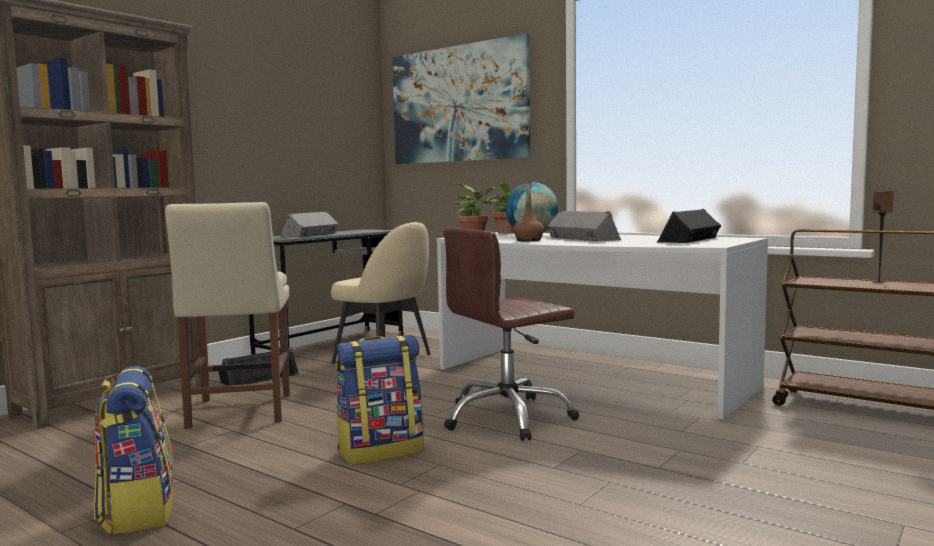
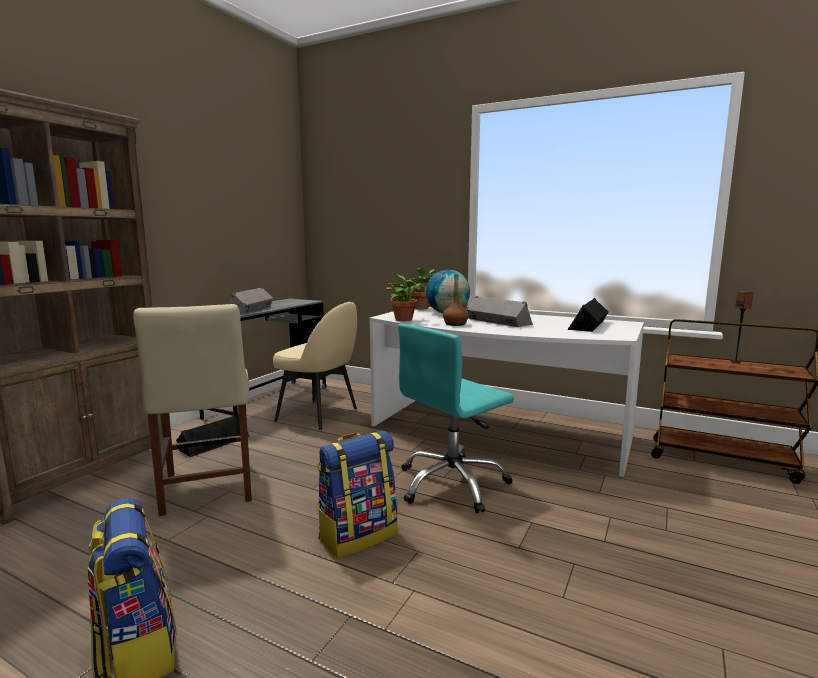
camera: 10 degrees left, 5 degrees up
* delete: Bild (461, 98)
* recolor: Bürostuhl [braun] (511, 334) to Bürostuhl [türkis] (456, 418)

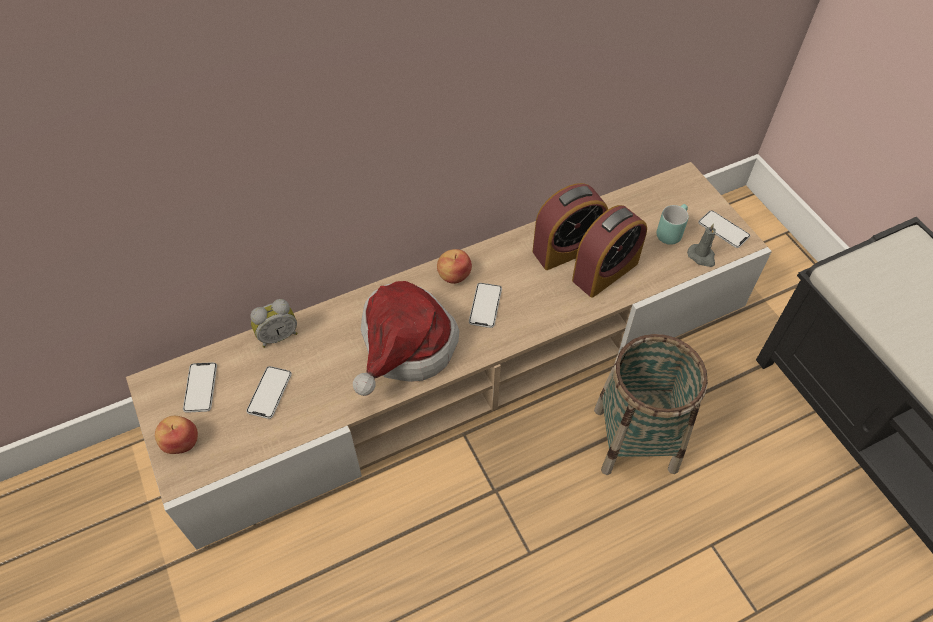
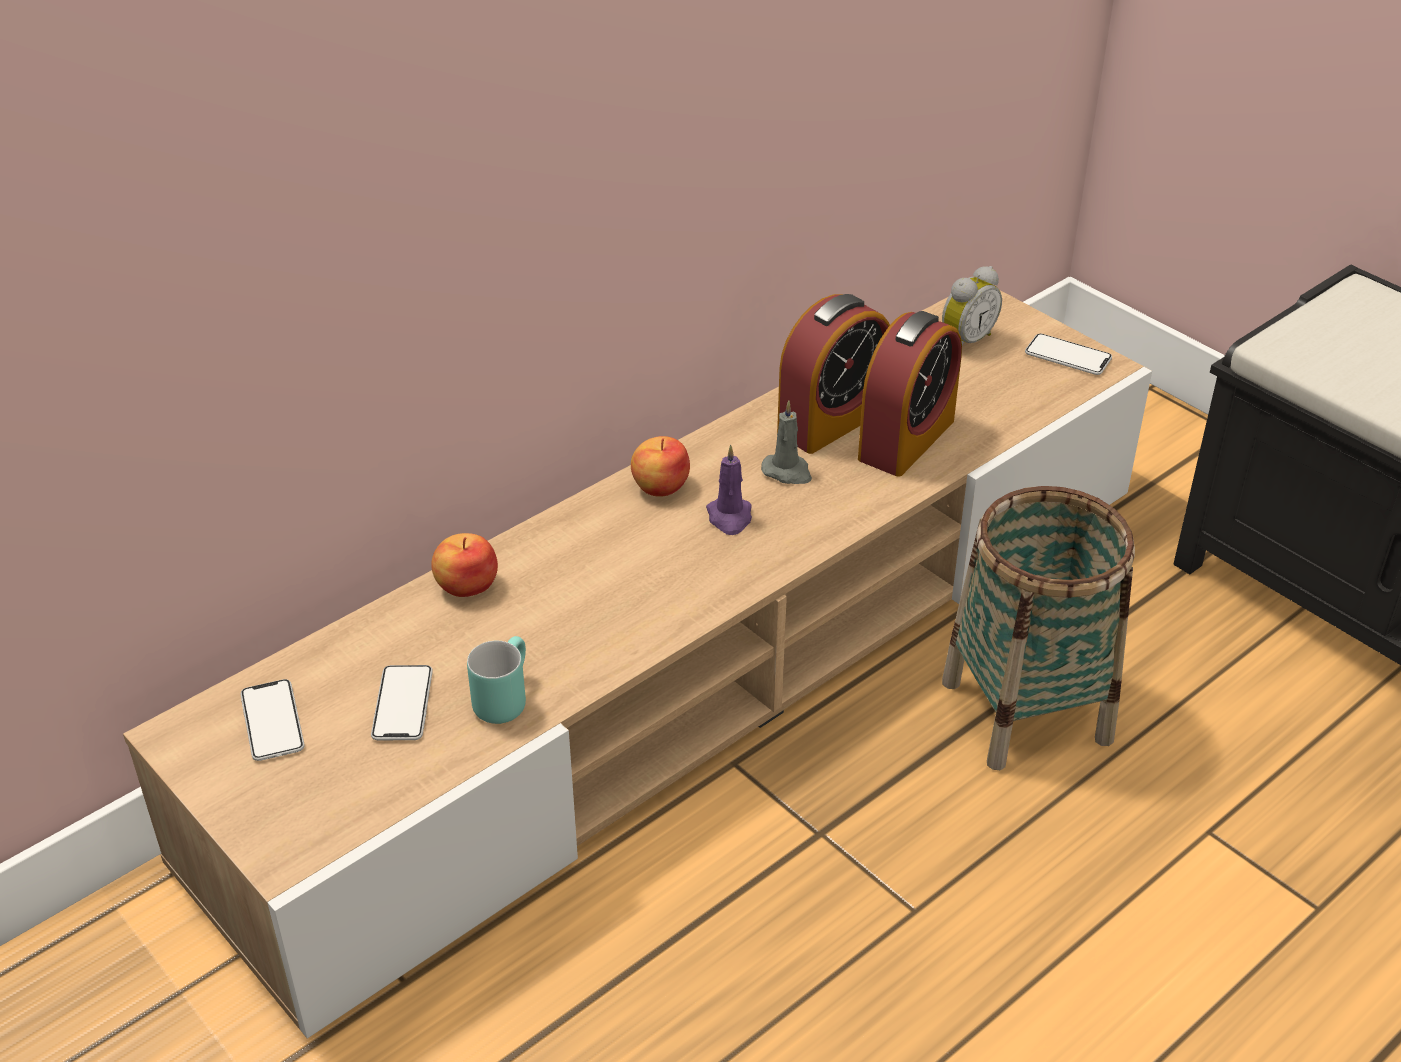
camera: 15 degrees left, 15 degrees down
* delete: Hut (406, 338)
* move: Apfel (176, 435) to (464, 565)
* move: Wecker (273, 323) to (972, 306)
* move: Henkelbecher [türkis] (672, 224) to (496, 680)
* move: Kerze [grau] (701, 245) to (786, 442)
* replace: Handy (485, 305) to Kerze [lila] (729, 490)

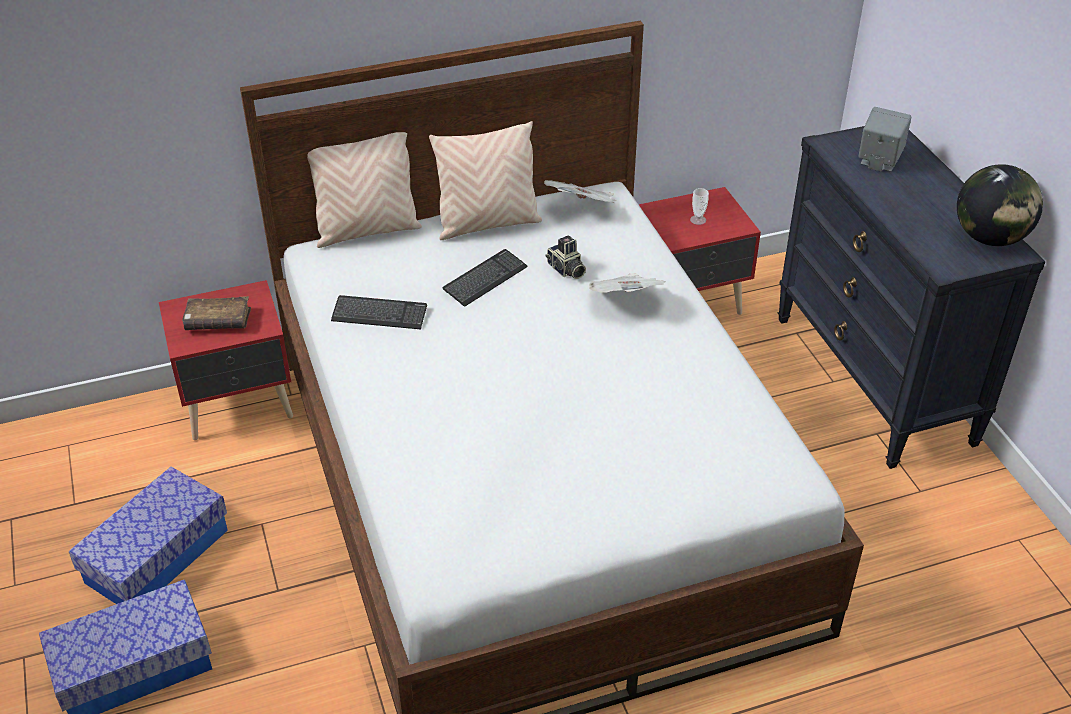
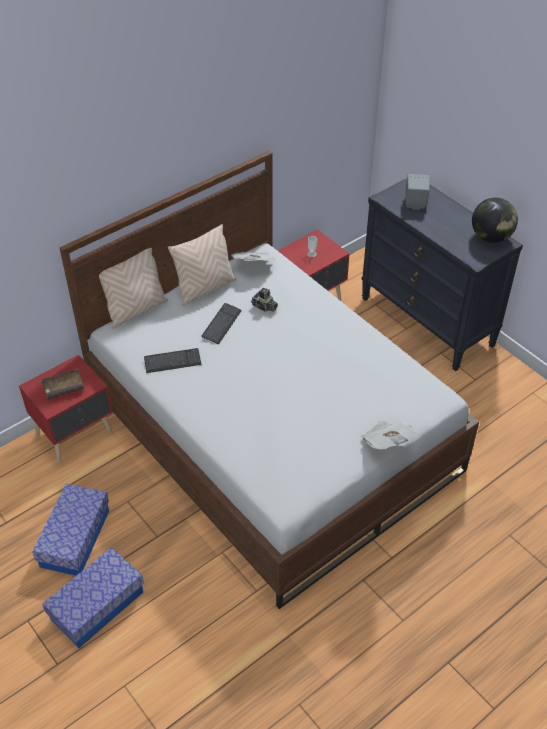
camera: 20 degrees left, 5 degrees up
* move: Zeitung (627, 283) to (389, 435)

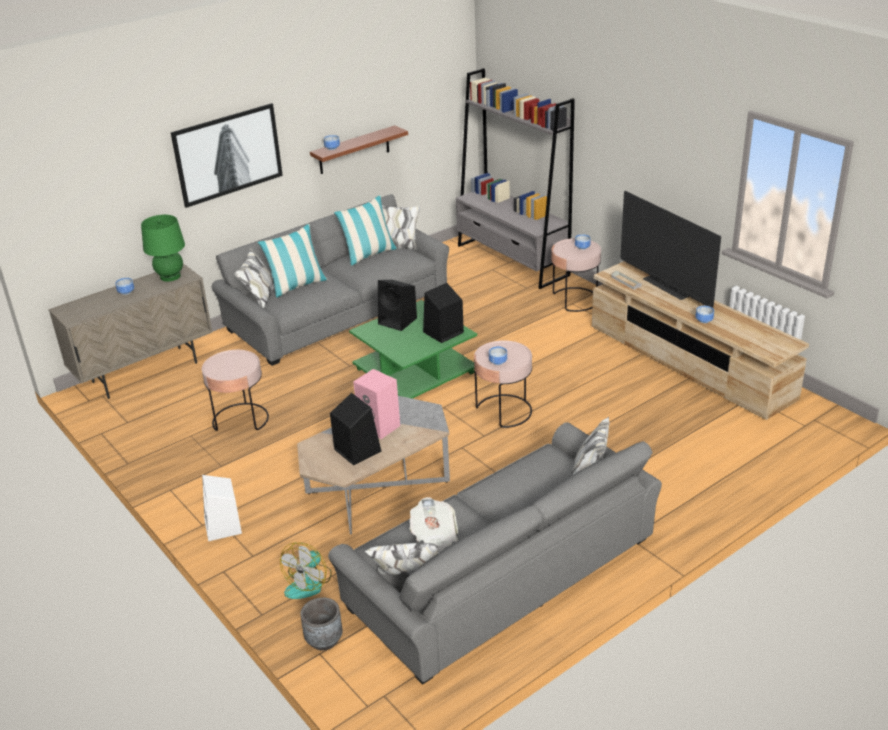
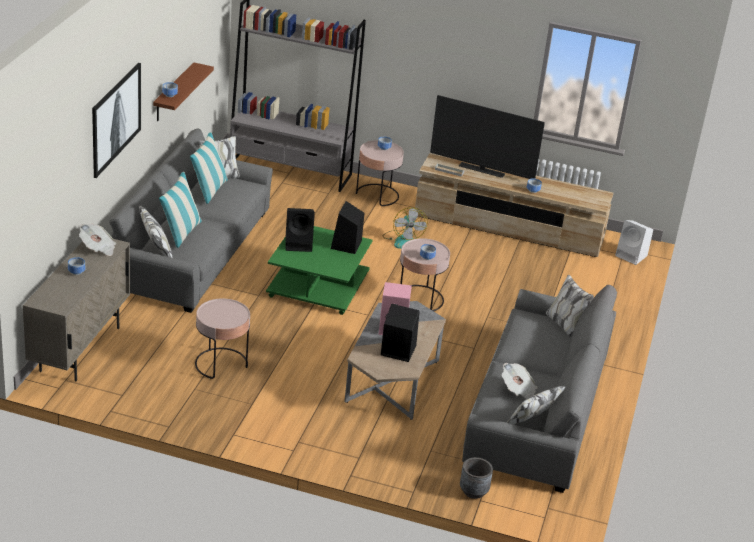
camera: 40 degrees left, 0 degrees up
* move: Lautsprecher [weiß] (222, 508) to (634, 242)
* move: Ventilator (306, 571) to (405, 228)
* replace: Tischlampe [grün] (163, 248) to Zeitung (97, 240)

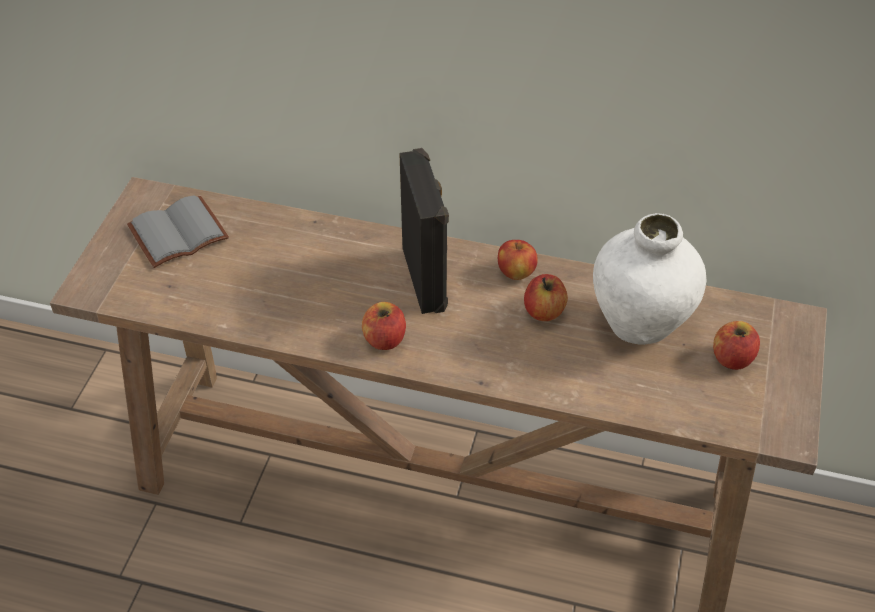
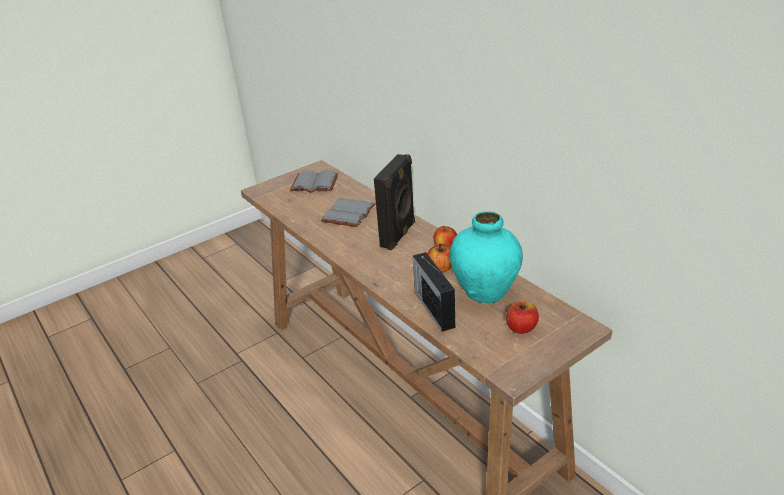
camera: 40 degrees right, 15 degrees down
* delete: Apfel (384, 326)
* insert: Buch [grau] (348, 212)
* insert: Radio (434, 292)
* recolor: Vase [weiß] (649, 279) to Vase [türkis] (486, 257)

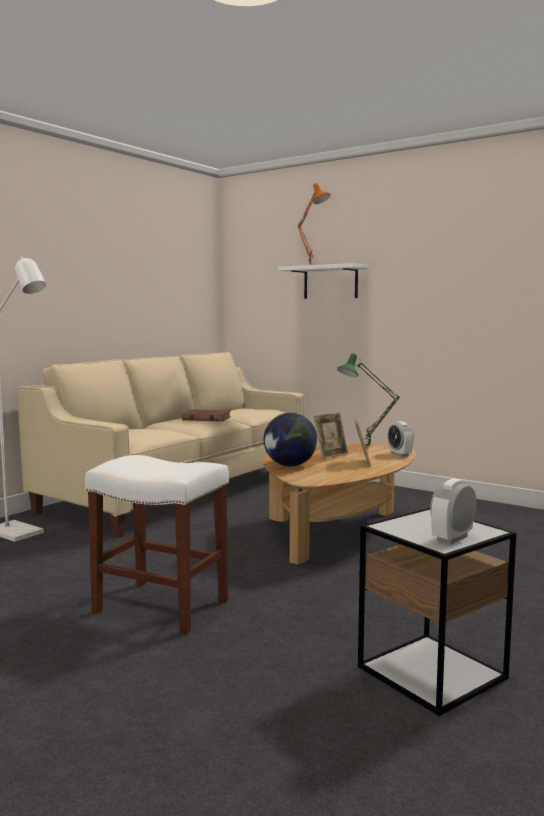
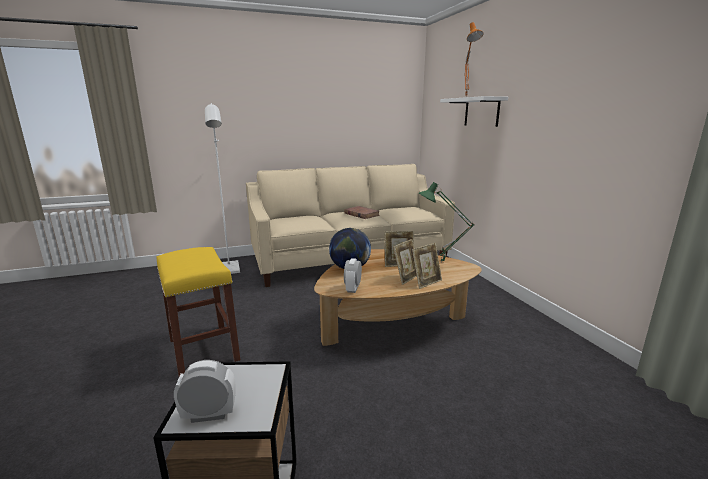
camera: 35 degrees right, 10 degrees up
* insert: Bilderrahmen (427, 266)
* move: Wecker (401, 439) to (353, 275)
* recolor: Hocker [weiß] (157, 545) to Hocker [gelb] (198, 311)

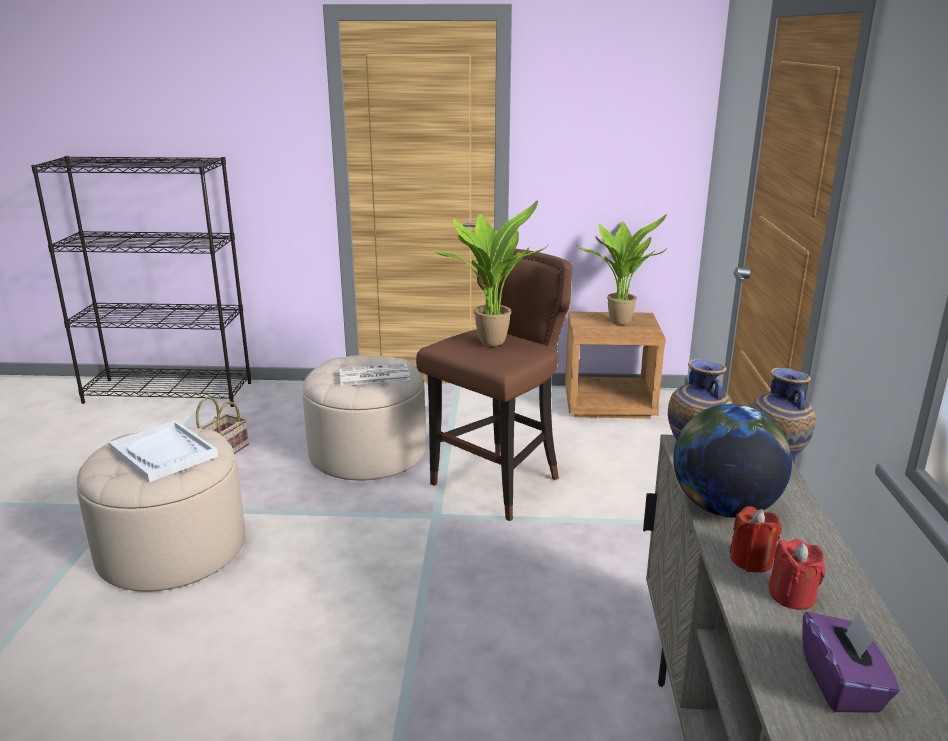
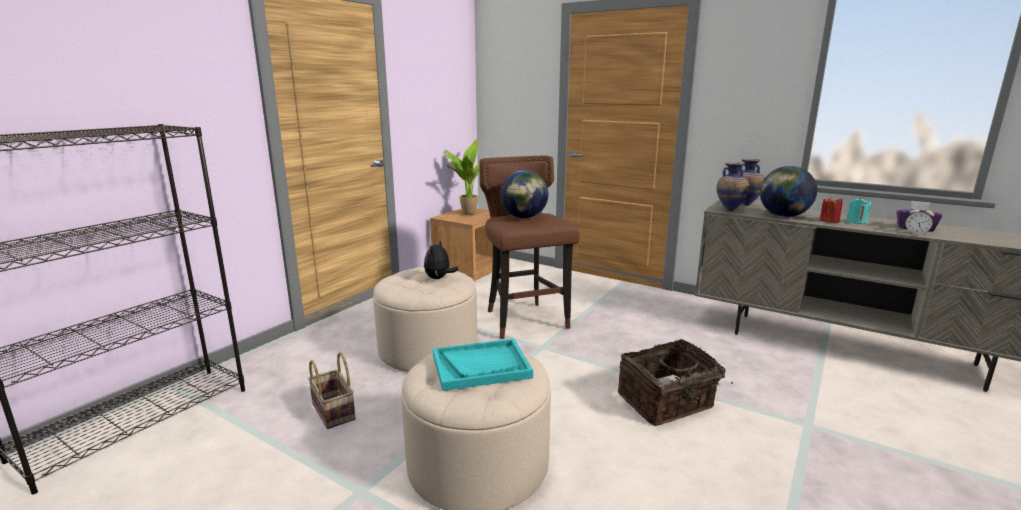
camera: 60 degrees left, 5 degrees down
* insert: Korb (675, 382)
* insert: Wecker (919, 220)
* replace: Zeitung (374, 374) to Plüschtier (441, 260)
* replace: Topfpflanze (490, 273) to Globus (524, 194)
* recolor: Tablett [weiß] (163, 451) to Tablett [türkis] (483, 365)
* recolor: Kerze [rot] (796, 574) to Kerze [türkis] (858, 210)

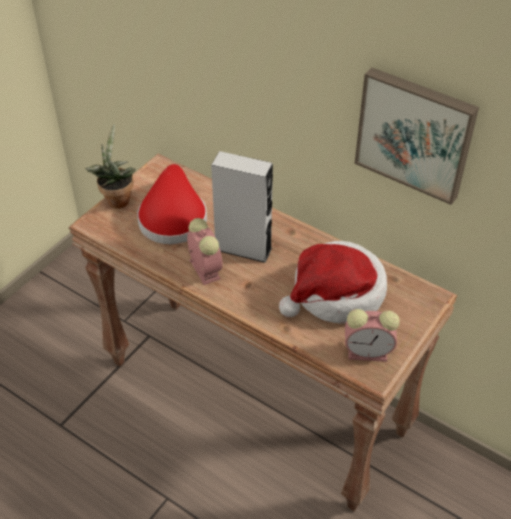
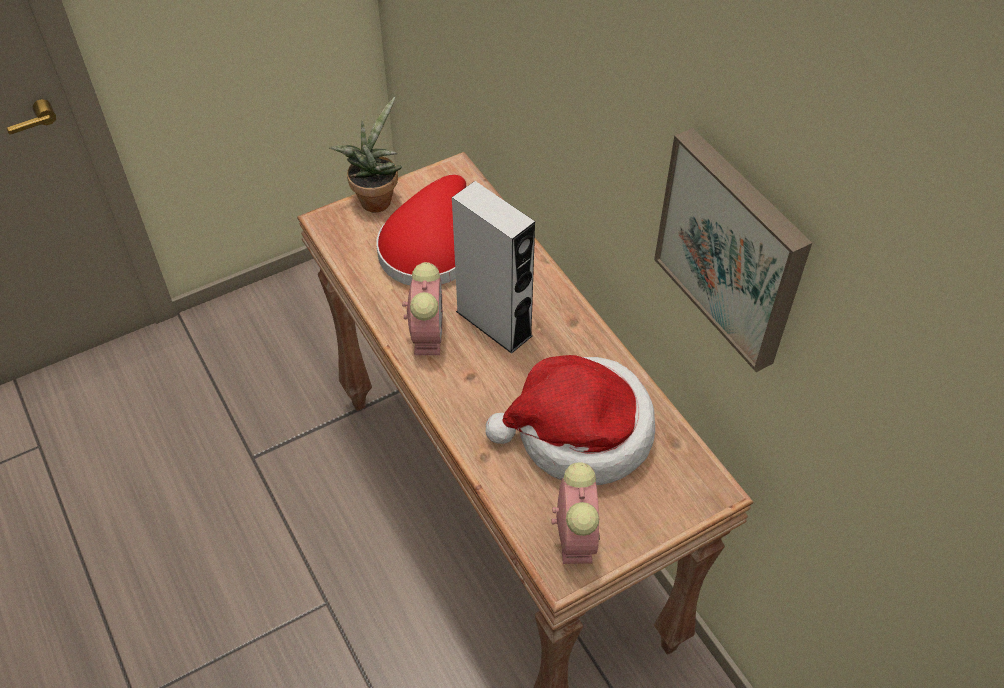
camera: 25 degrees right, 5 degrees up
* rotate: Wecker (372, 335) = (576, 513) 120 degrees counterclockwise

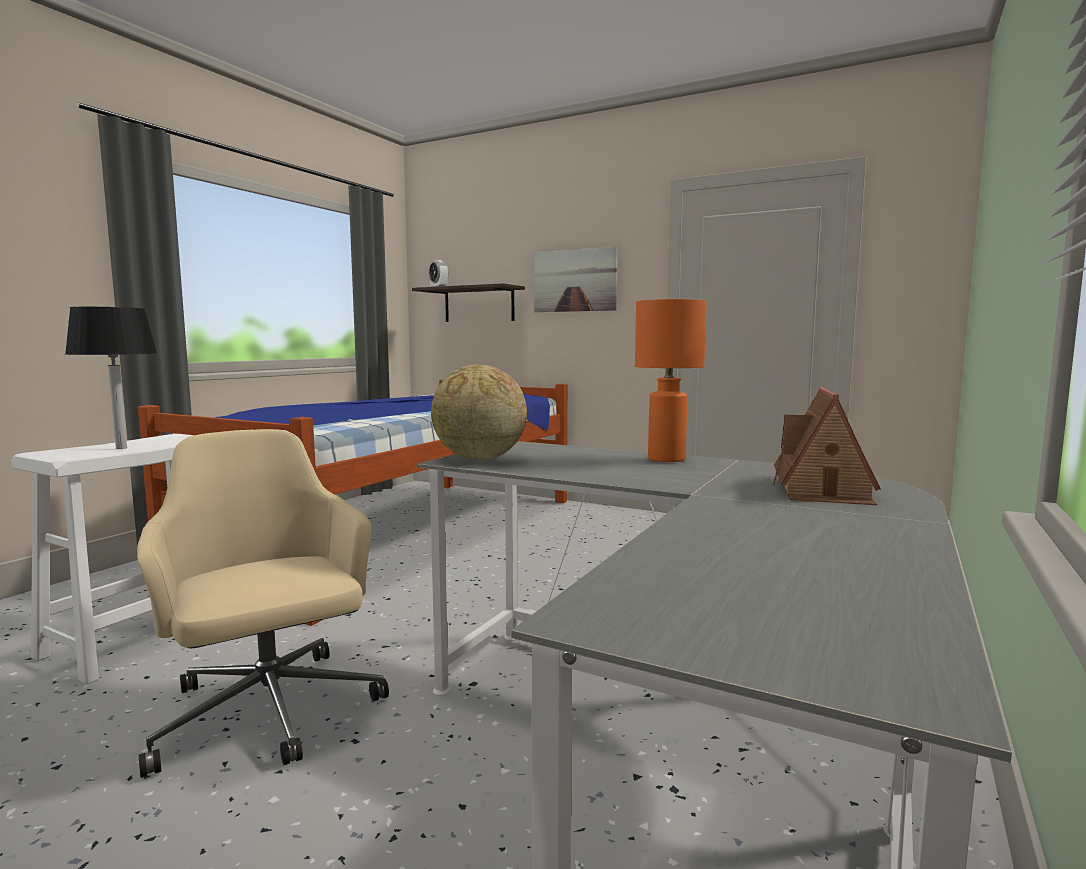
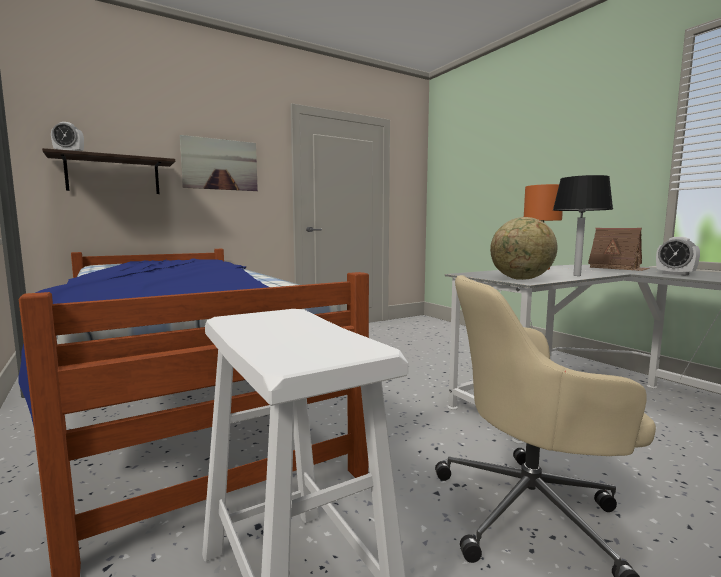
camera: 60 degrees left, 0 degrees up
* insert: Wecker (678, 256)
* move: Tischlampe [schwarz] (111, 378) to (583, 225)

